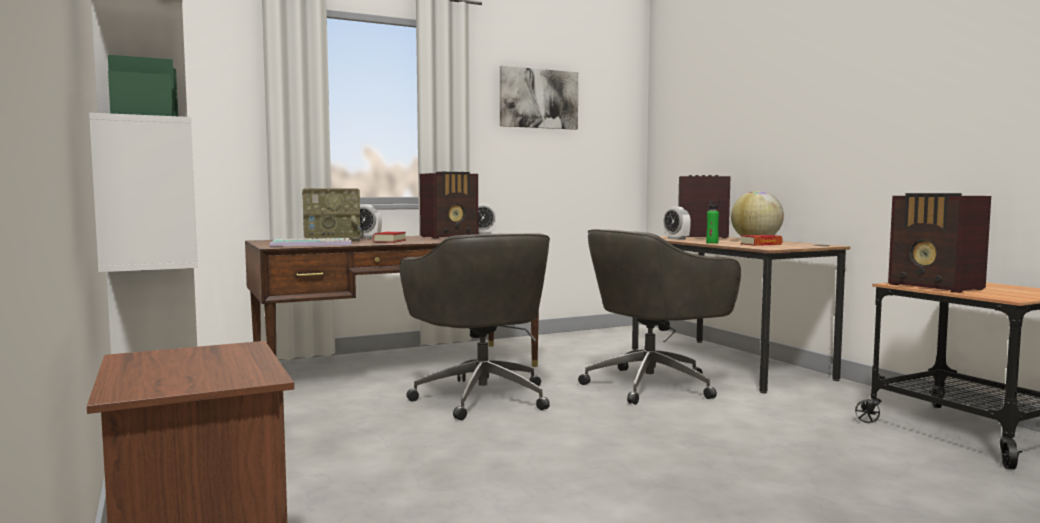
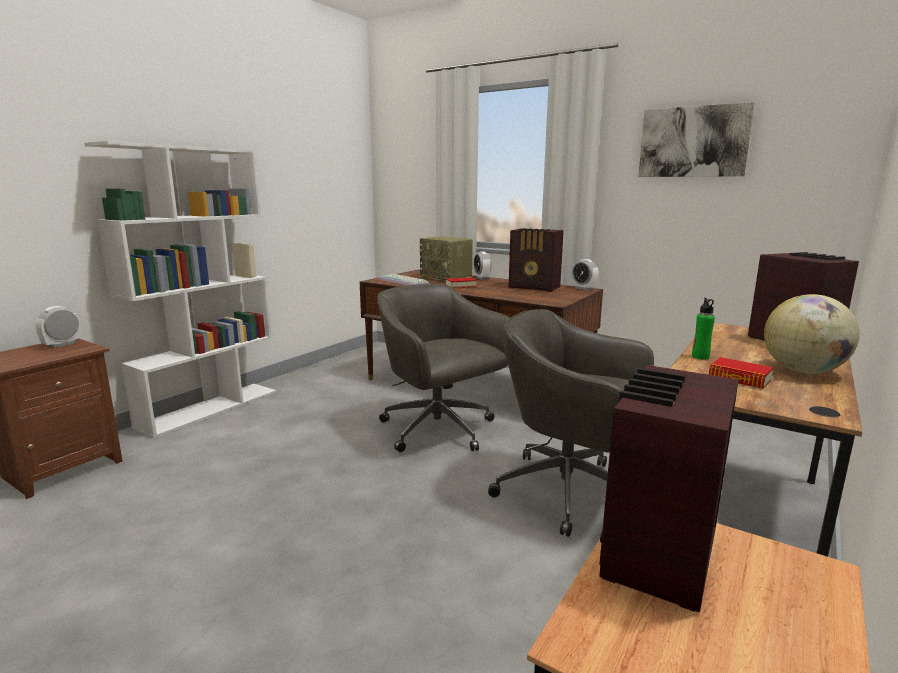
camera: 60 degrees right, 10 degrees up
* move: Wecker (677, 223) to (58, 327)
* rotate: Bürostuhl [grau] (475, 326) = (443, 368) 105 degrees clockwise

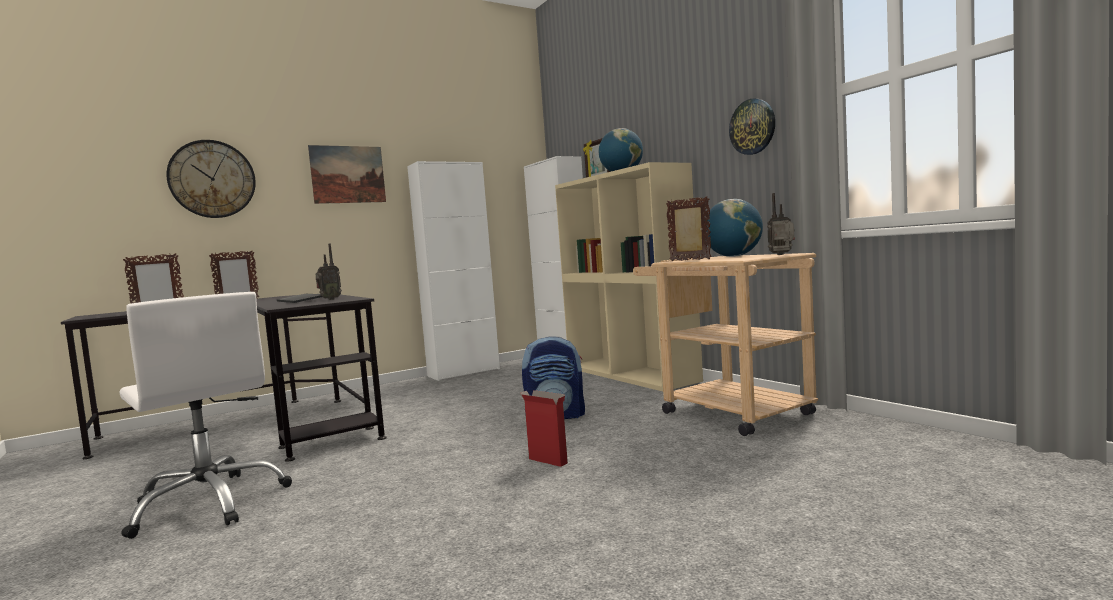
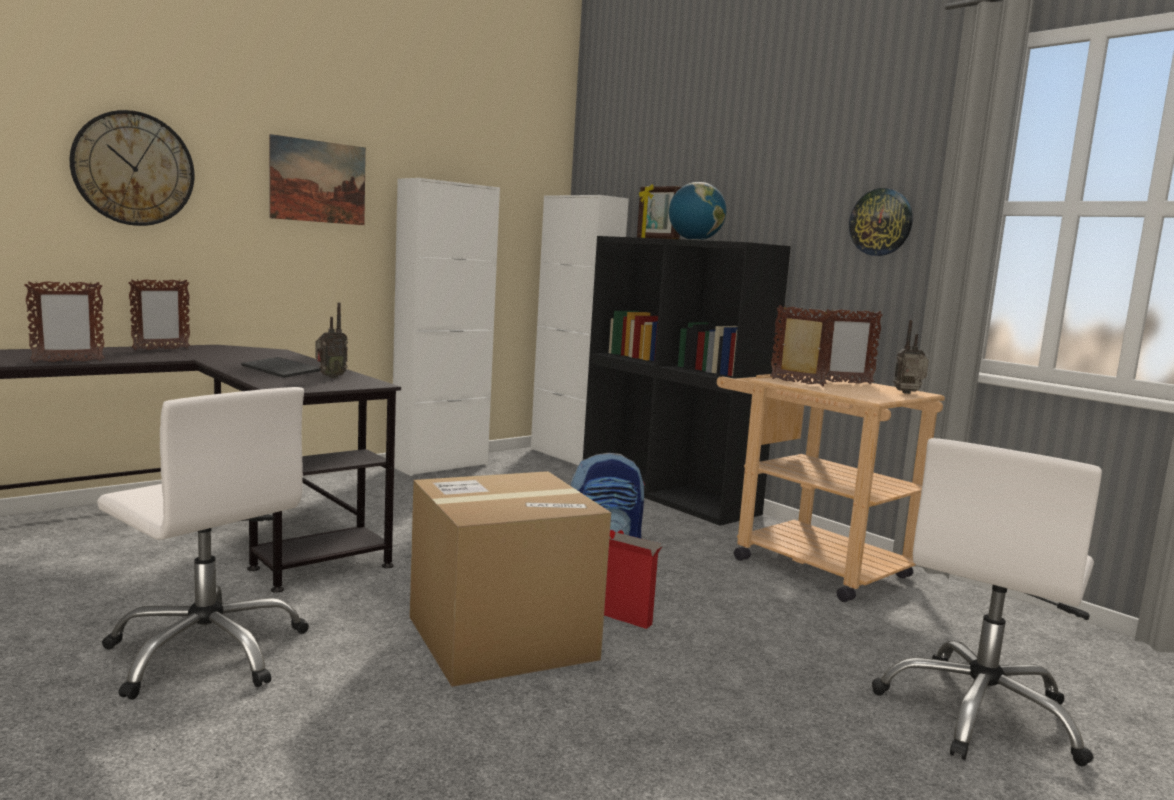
camera: 10 degrees left, 5 degrees up
* insert: Karton (510, 579)
* insert: Bürostuhl [weiß] (987, 602)
* replace: Globus (734, 228) to Bilderrahmen (851, 346)
* recolor: Bücherregal [beige] (629, 276) to Bücherregal [schwarz] (687, 381)

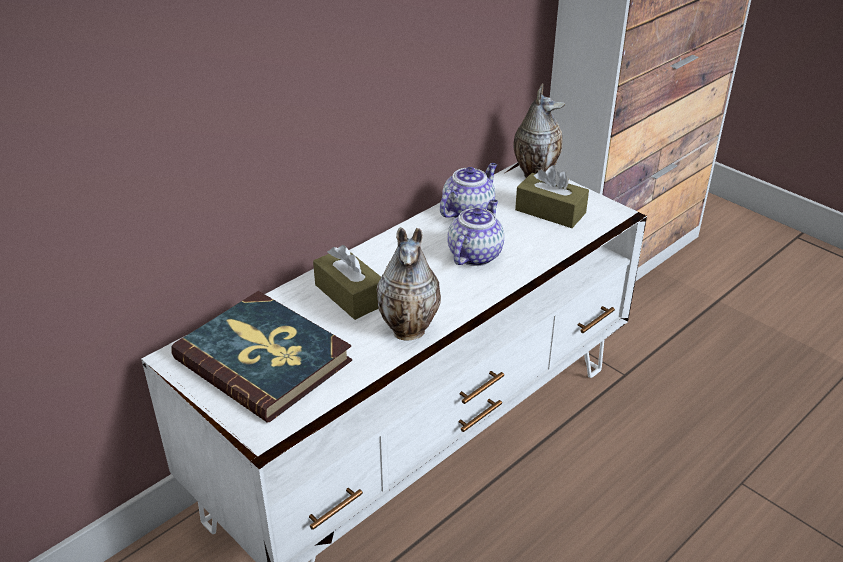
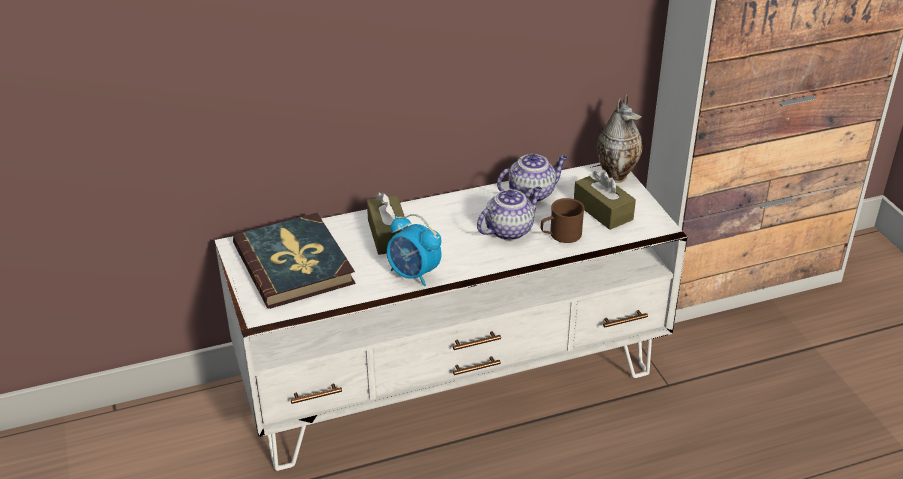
camera: 25 degrees right, 0 degrees up
* insert: Henkelbecher [braun] (563, 220)
* replace: Vase (409, 283) to Wecker (414, 250)

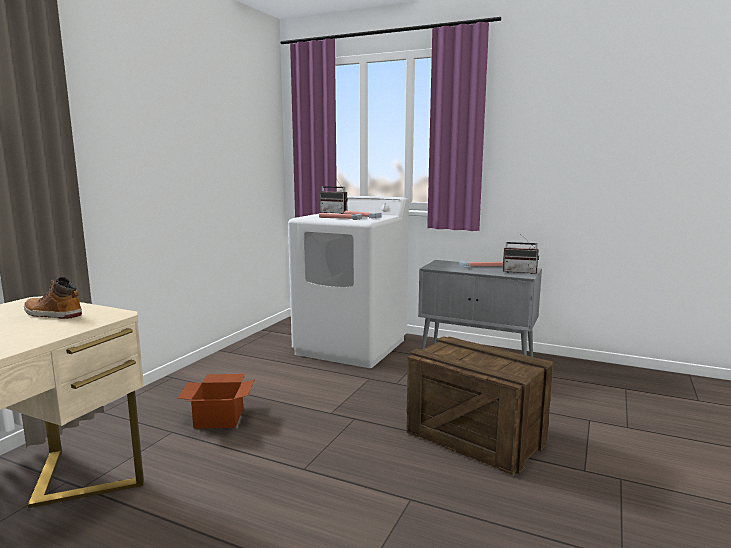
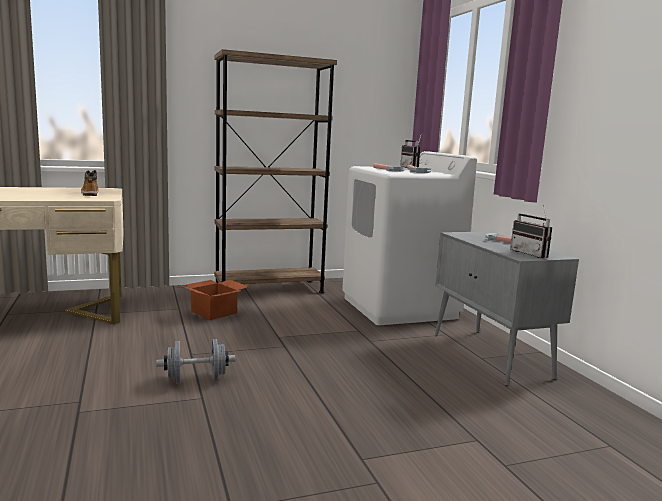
camera: 45 degrees right, 0 degrees up
* delete: Kiste (479, 405)
* insert: Hantel [grau] (196, 361)
* insert: Bücherregal [braun] (275, 171)

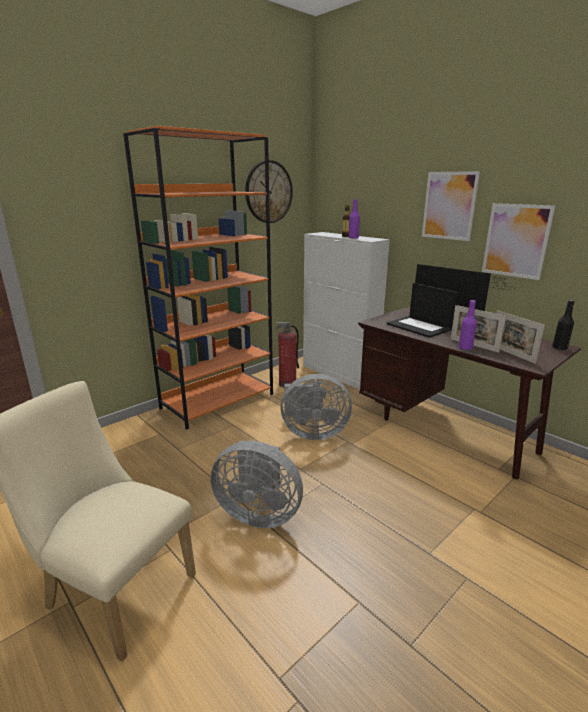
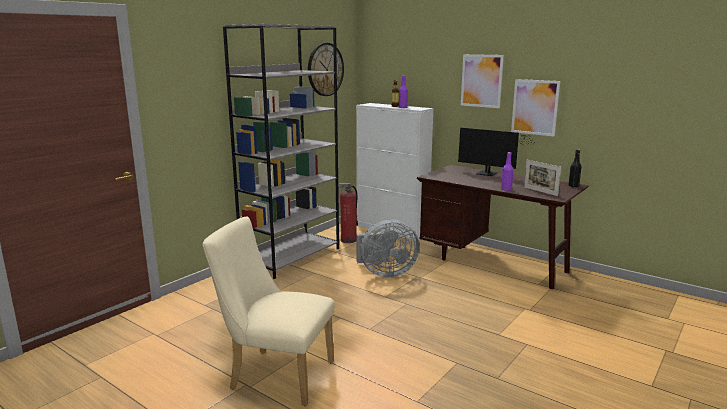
camera: 10 degrees left, 5 degrees down
* delete: Ventilator [grau] (256, 484)
* delete: Laptop (422, 310)
* delete: Bilderrahmen (478, 329)
* recolor: Bücherregal [orange] (198, 278) to Bücherregal [grau] (281, 151)

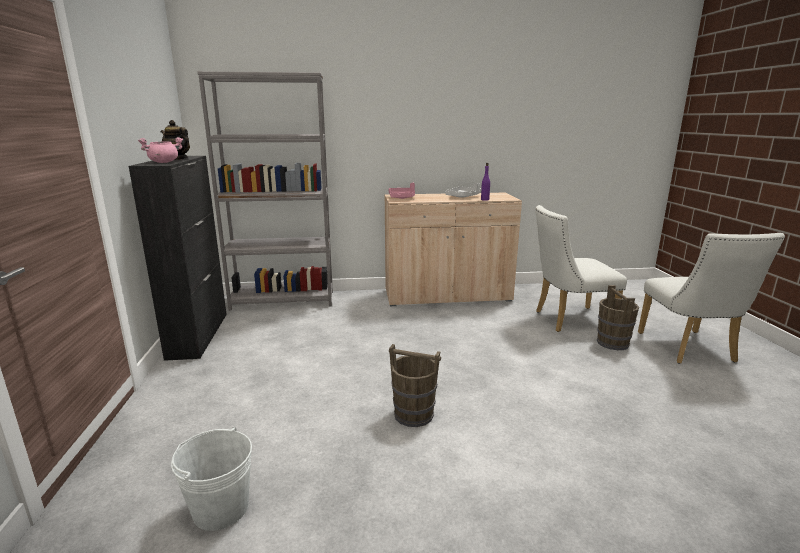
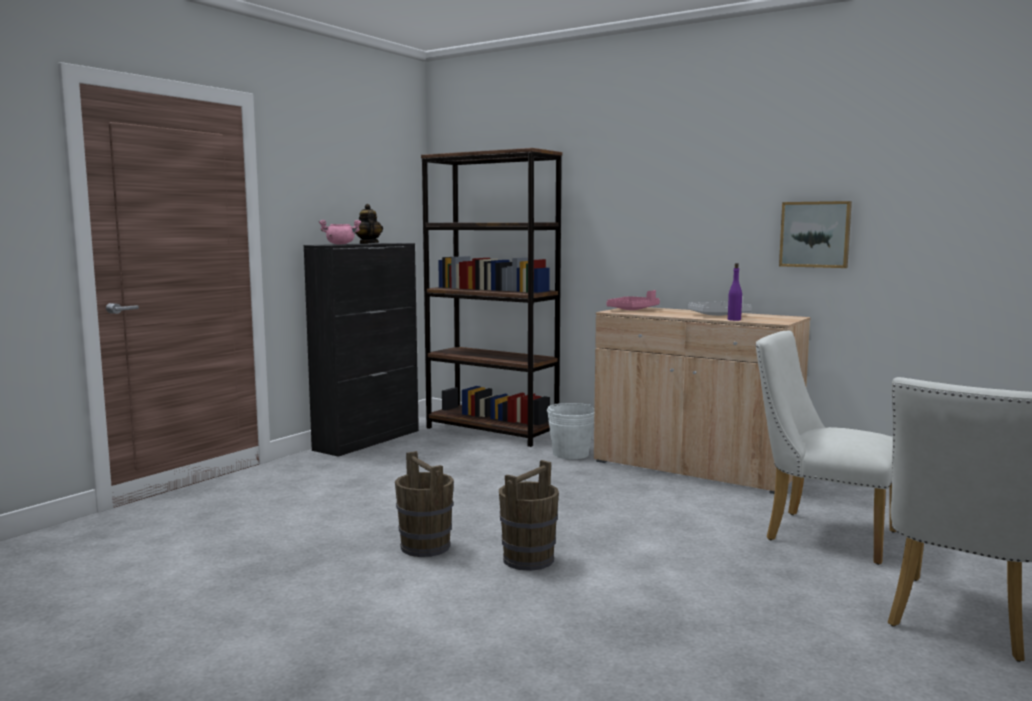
camera: 40 degrees right, 10 degrees down
* insert: Bild (815, 234)
* move: Eimer [weiß] (211, 479) to (570, 431)
* move: Eimer [braun] (618, 317) to (529, 515)
* recolor: Bücherregal [grau] (265, 191) to Bücherregal [braun] (491, 297)

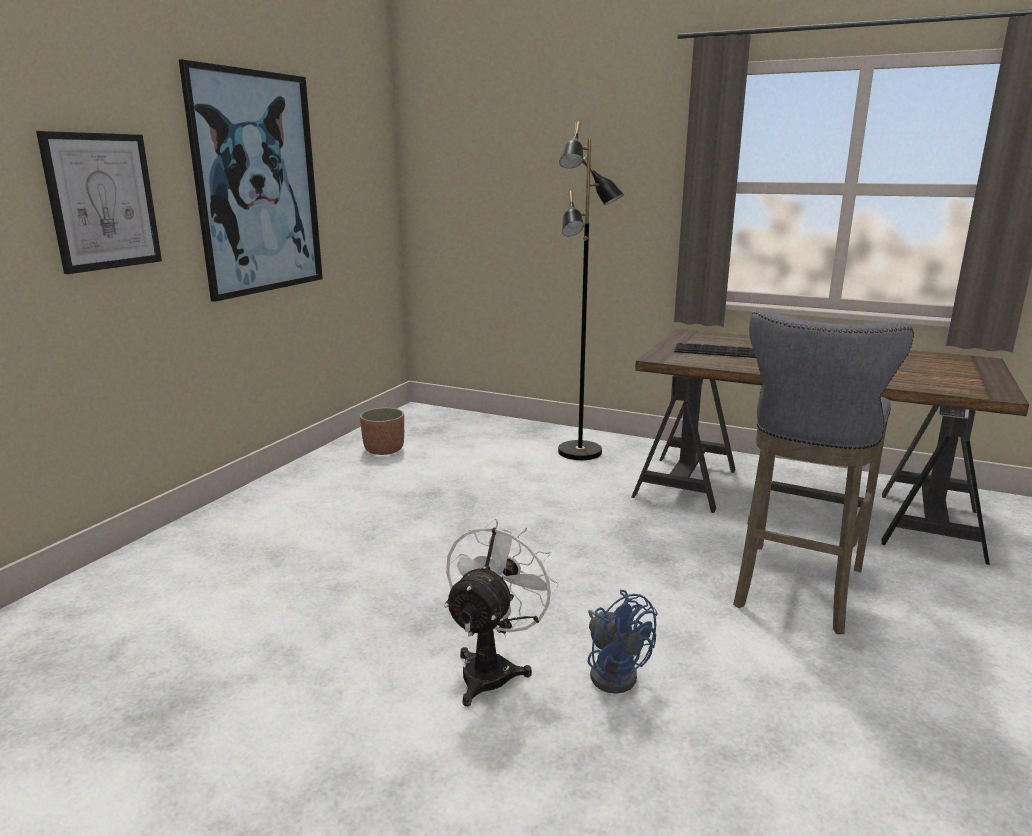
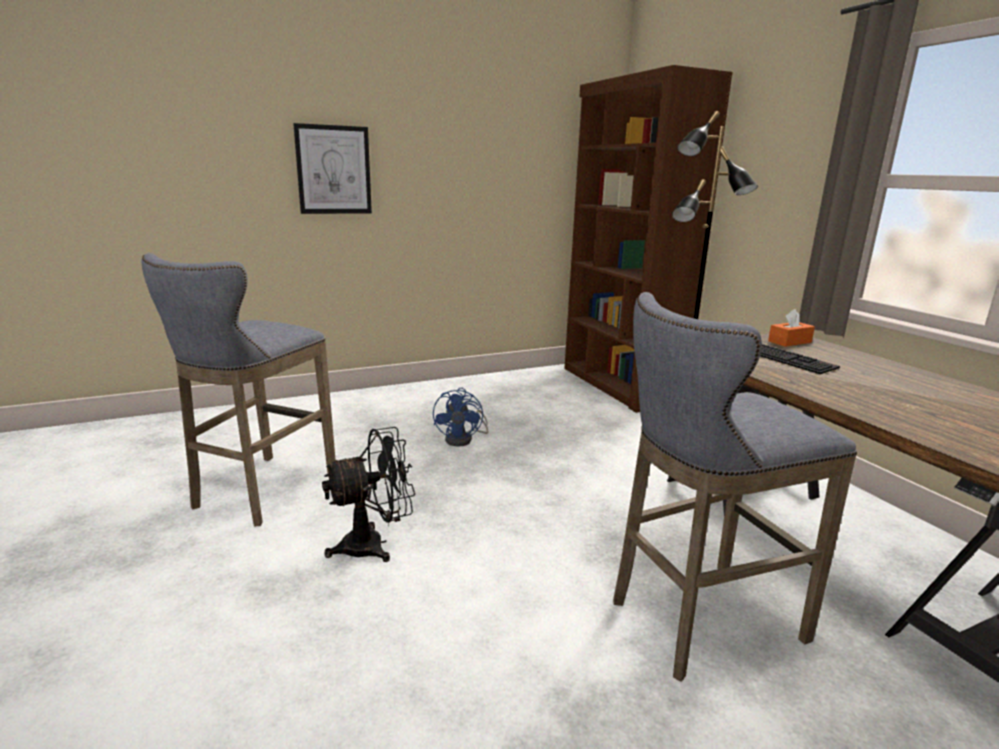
camera: 40 degrees right, 0 degrees up
* delete: Bild (251, 180)
* delete: Pflanzkübel (382, 431)
* insert: Hocker [grau] (238, 389)
* insert: Bücherregal [braun] (648, 239)
* insert: Taschentuchbox [orange] (791, 328)
* move: Ventilator [blau] (623, 642) to (460, 417)
* recolor: Ventilator [weiß] (501, 612) to Ventilator [schwarz] (368, 494)

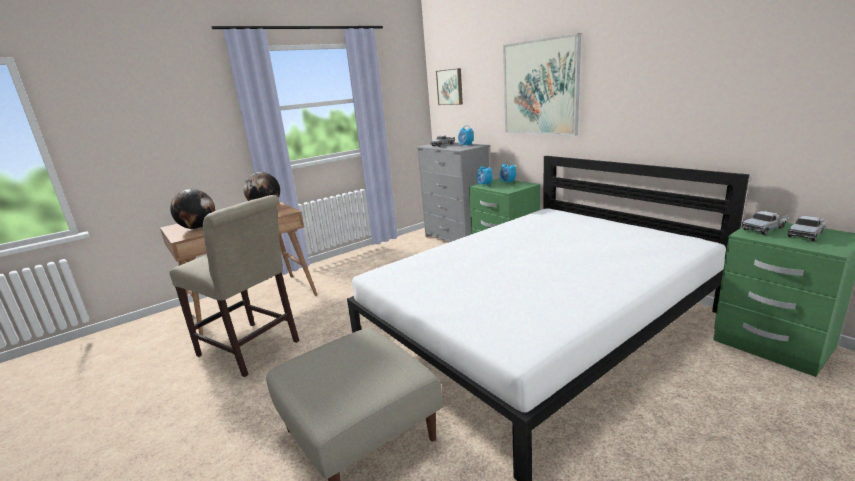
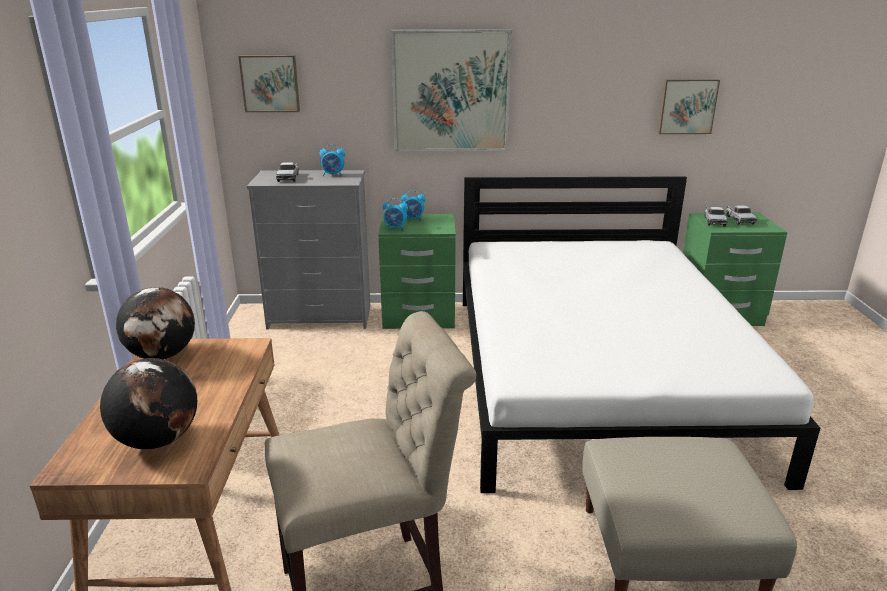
camera: 55 degrees left, 5 degrees up
* insert: Bild (688, 106)

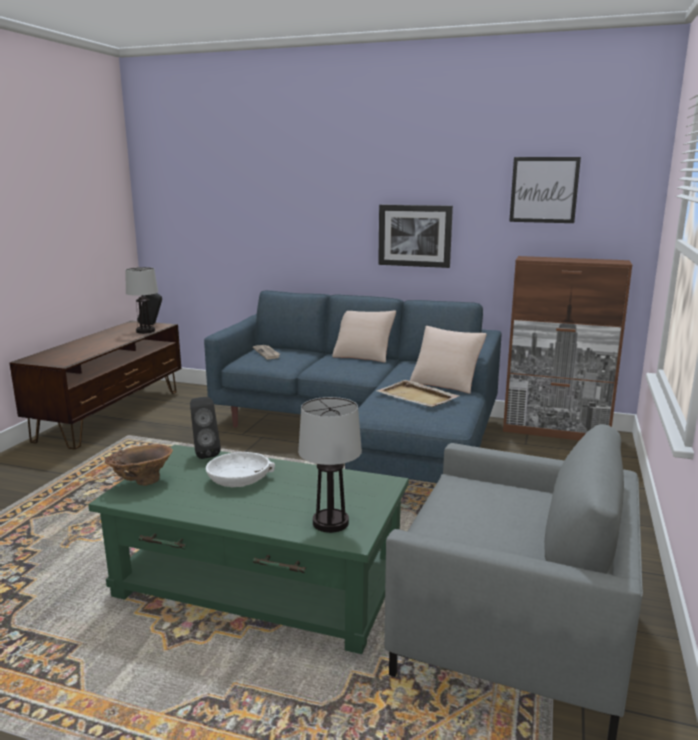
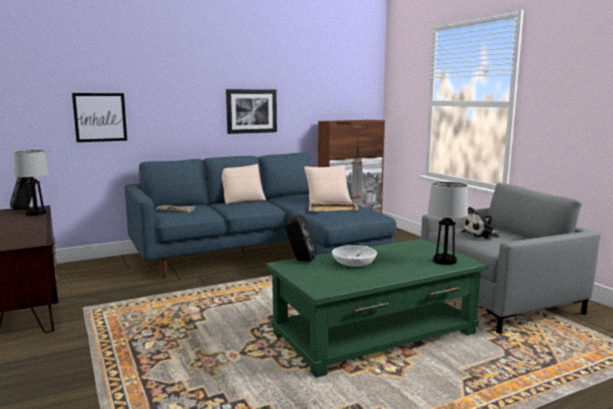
camera: 45 degrees left, 5 degrees down
* delete: Vase [braun] (139, 465)
* insert: Plüschtier (480, 223)
* move: Bild (545, 190) to (99, 117)

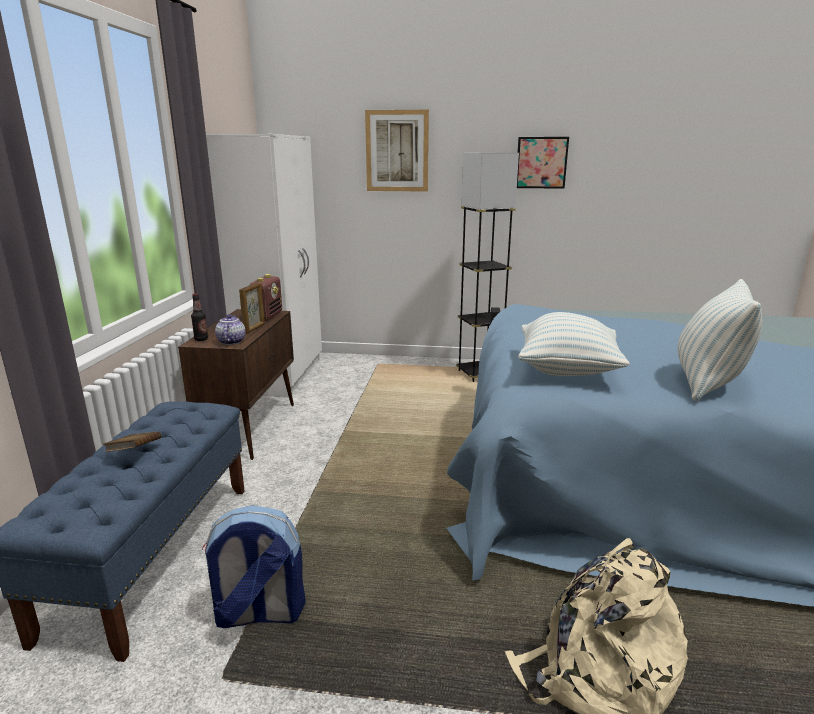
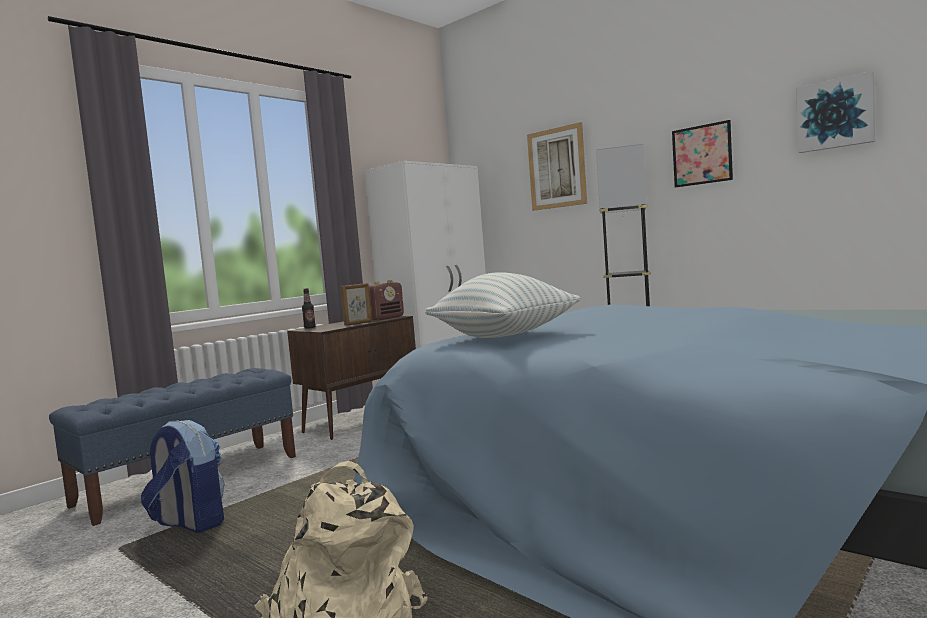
camera: 35 degrees right, 15 degrees down
* delete: Buch [braun] (132, 442)
* delete: Teekanne (230, 329)
* delete: Kissen (719, 340)
* insert: Bild (835, 112)

